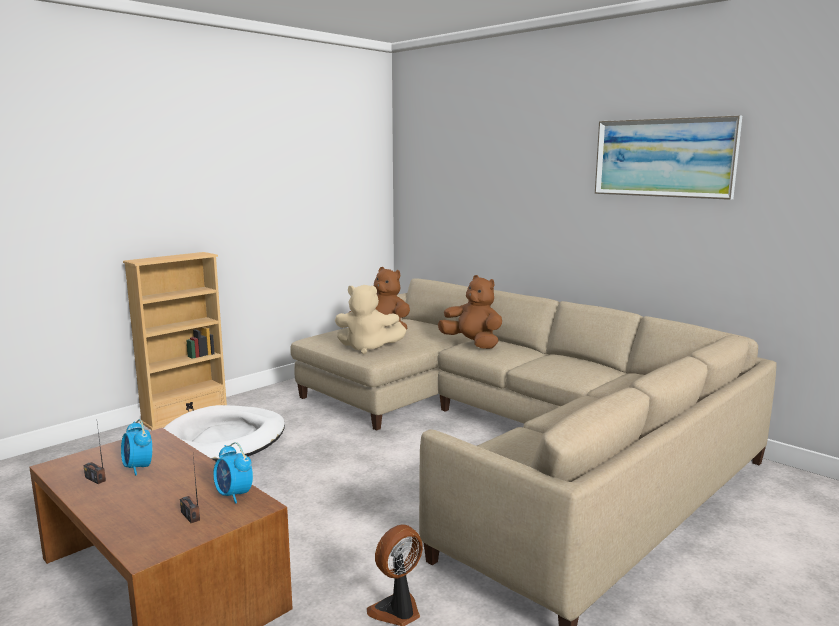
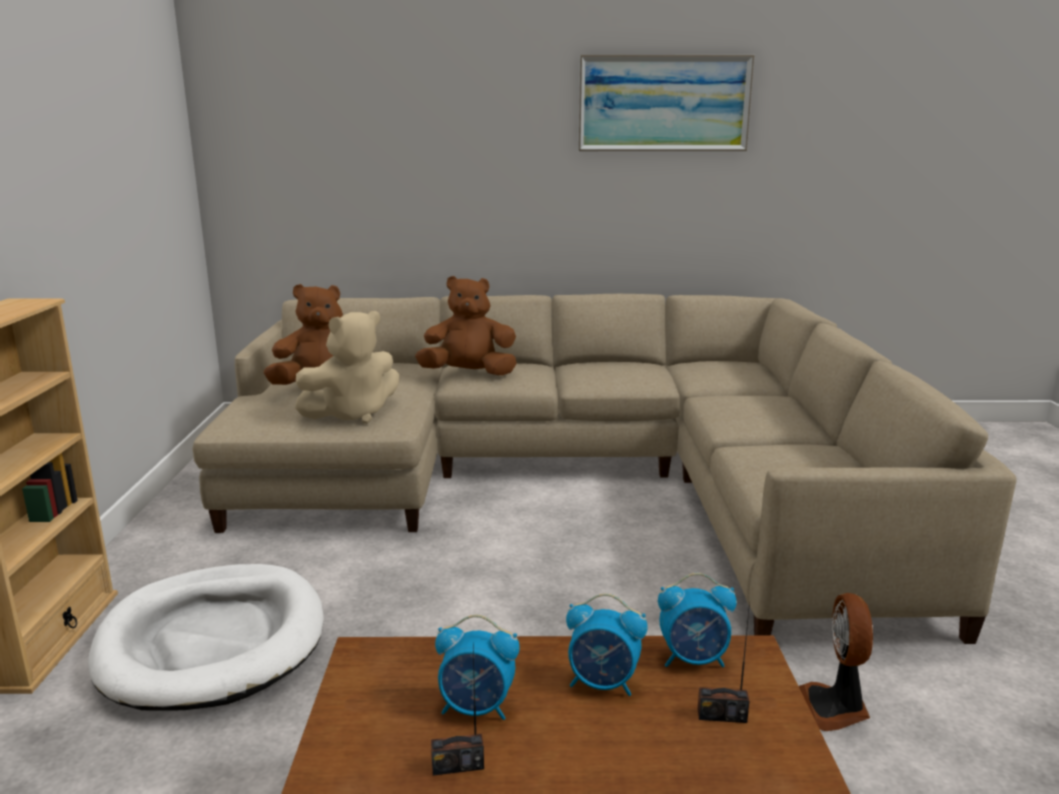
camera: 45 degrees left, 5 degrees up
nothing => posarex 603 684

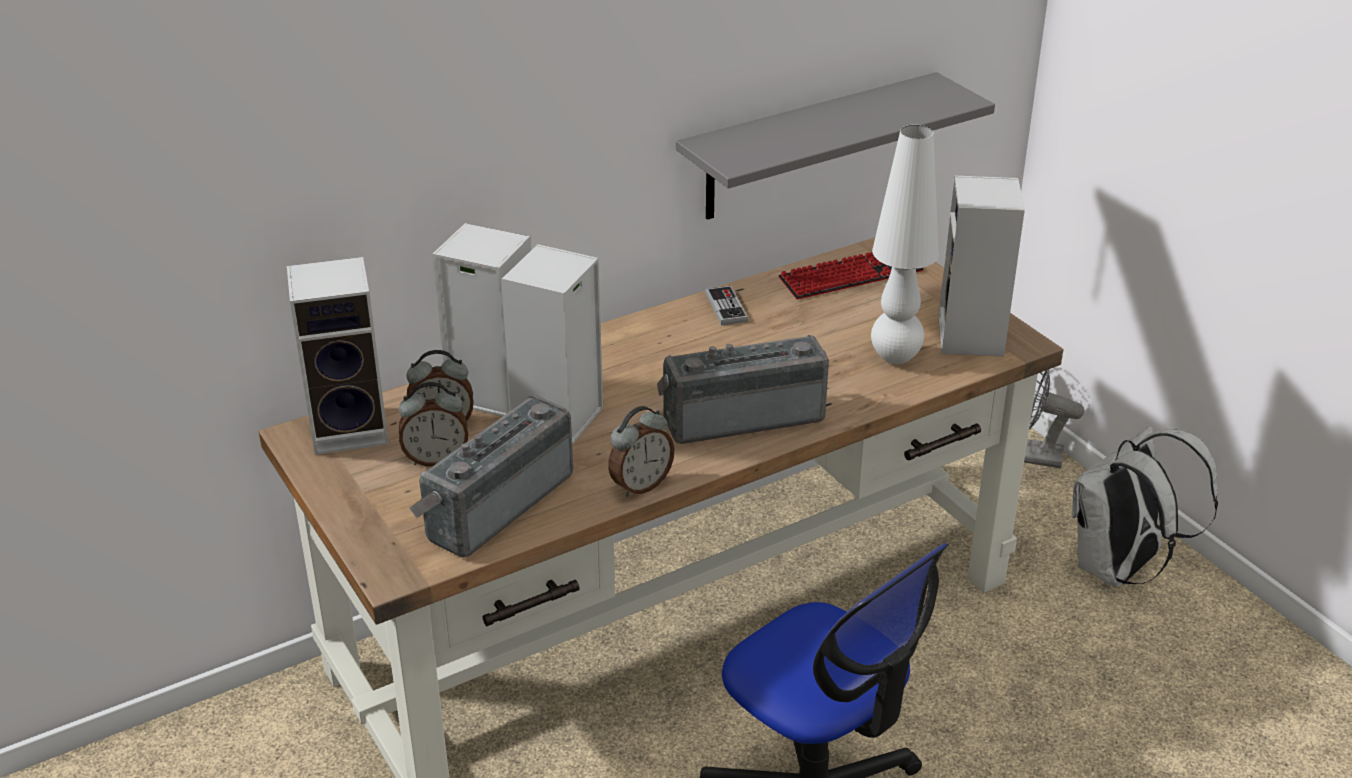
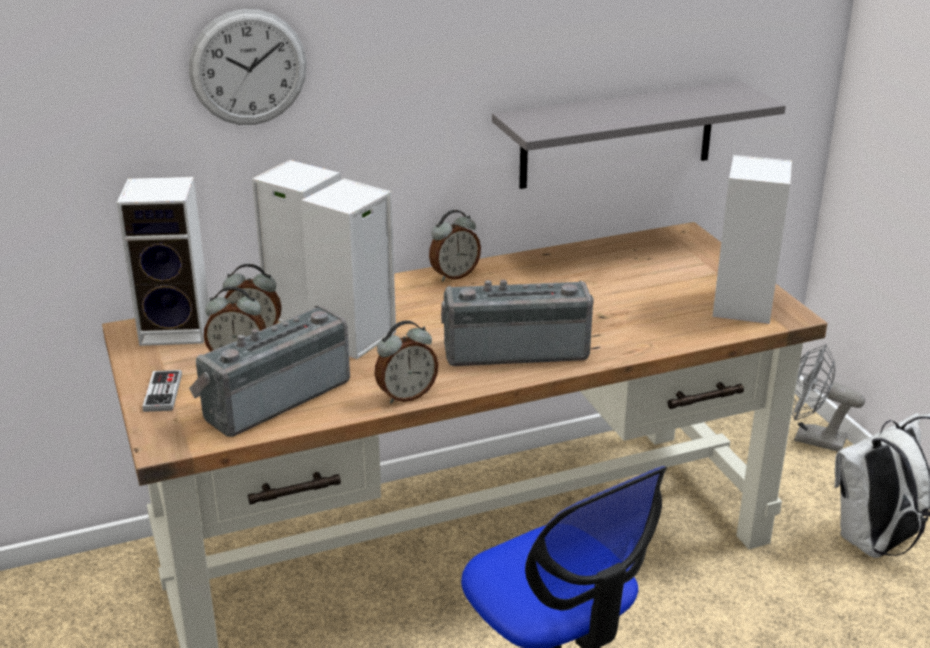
camera: 10 degrees right, 5 degrees down
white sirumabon 894 357 => nothing
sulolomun 851 276 => nothing
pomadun 726 307 => pomadun 163 393, moved
nothing => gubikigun 248 68
nothing => posarex 454 275

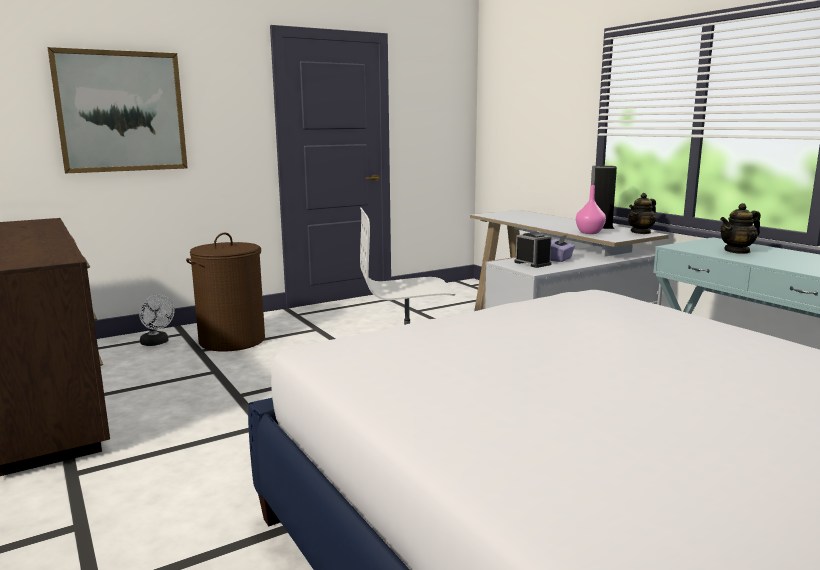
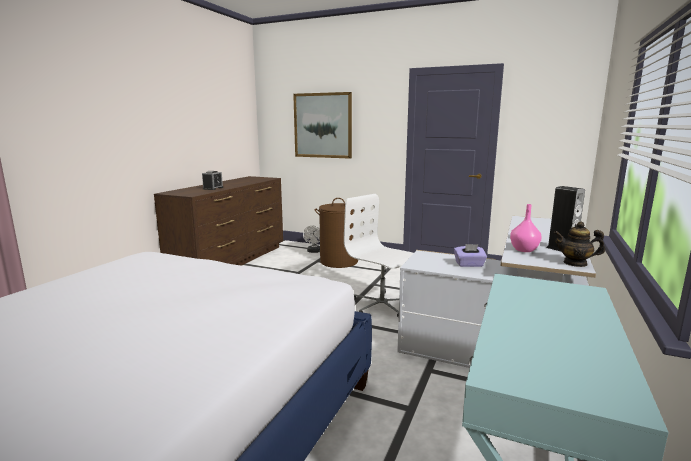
camera: 55 degrees right, 0 degrees up
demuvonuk 737 251 => nothing
posarex 532 263 => posarex 213 188, moved

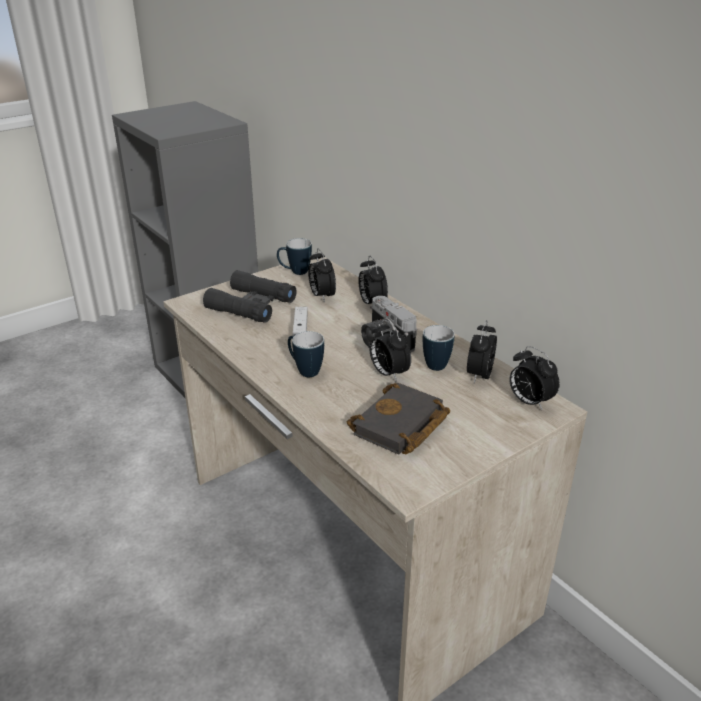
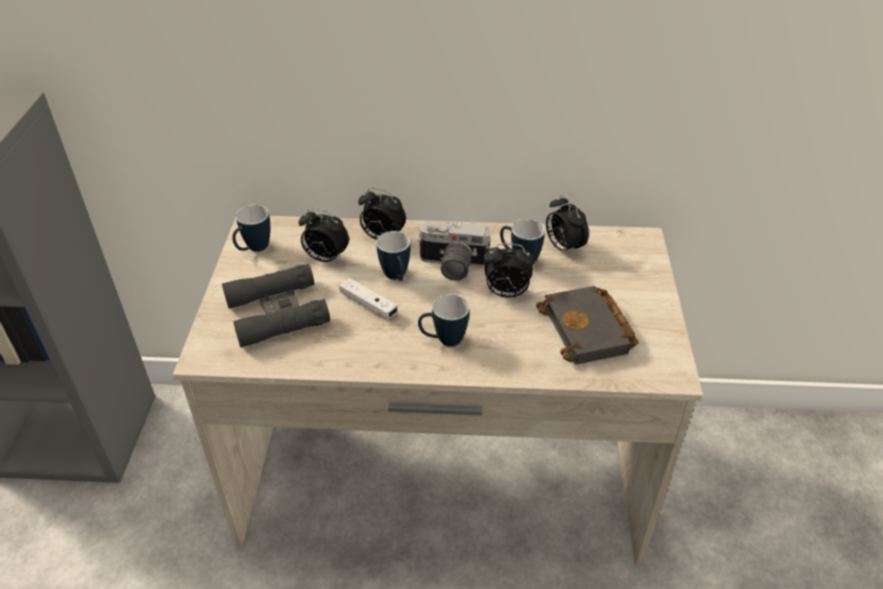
camera: 50 degrees left, 10 degrees up
posarex 529 402 => nothing
nothing => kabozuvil 396 278

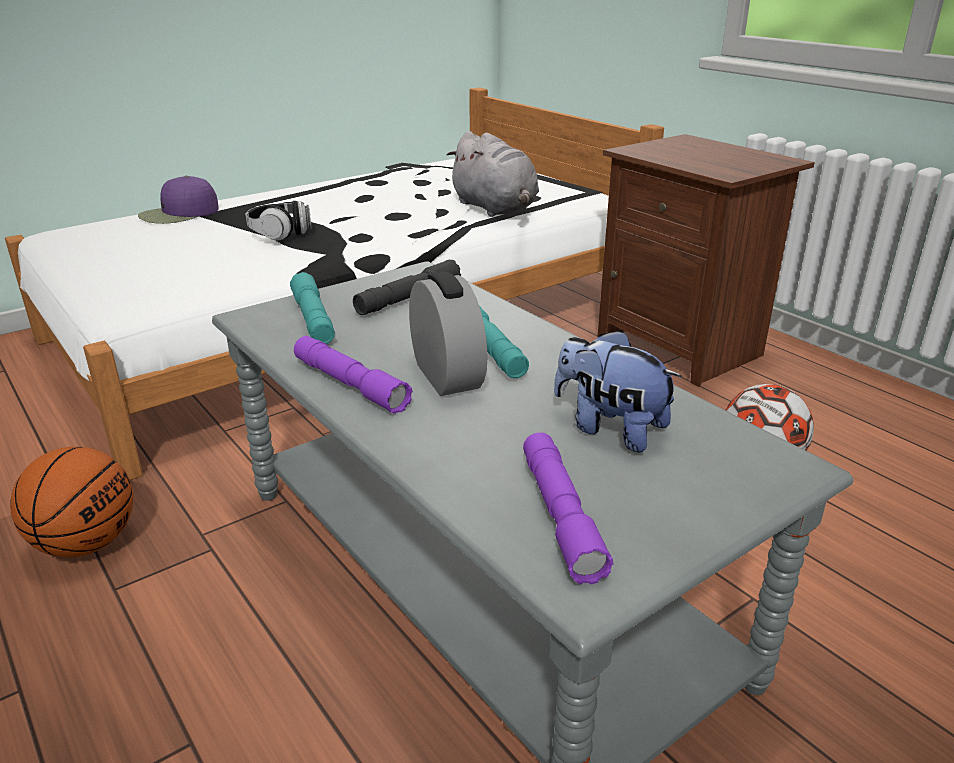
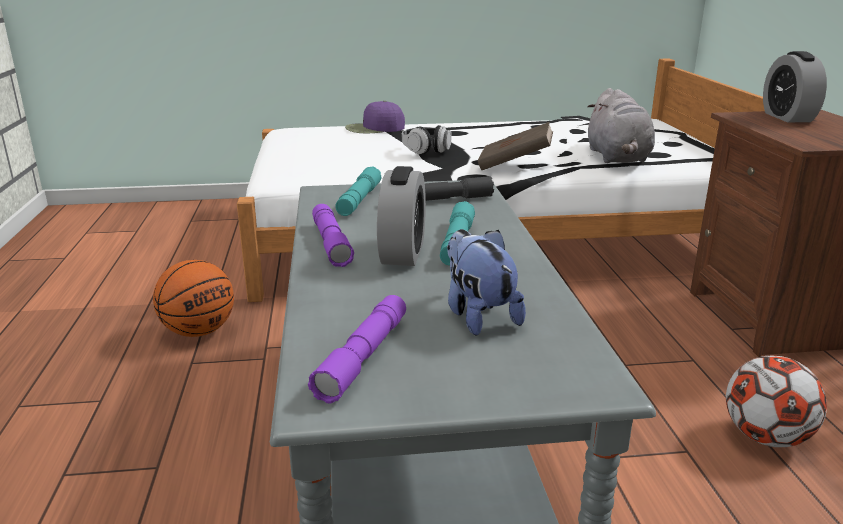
camera: 30 degrees right, 5 degrees down
nothing => posarex 787 117
nothing => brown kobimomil 514 165

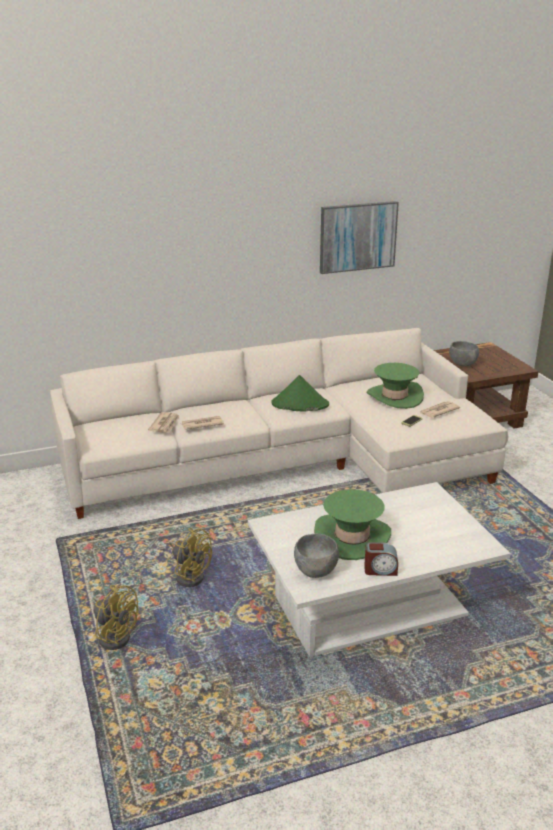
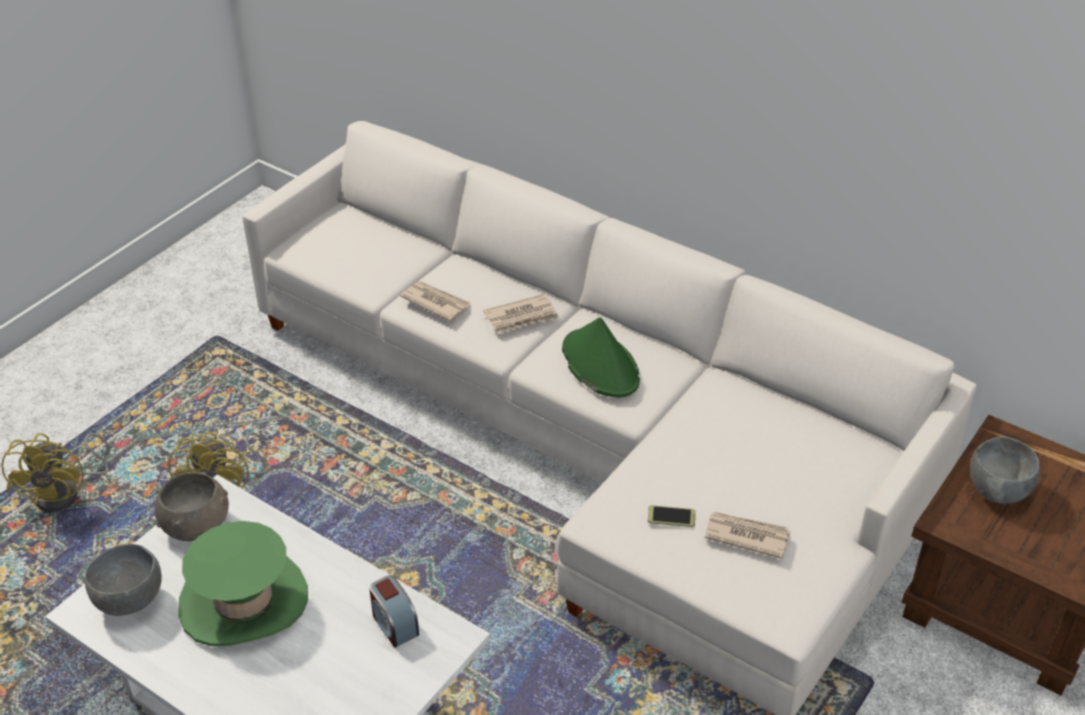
camera: 55 degrees right, 15 degrees up
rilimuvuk 357 237 => nothing
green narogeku 394 397 => nothing
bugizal 165 424 => bugizal 522 317, moved
posarex 380 570 => posarex 394 624, moved
nothing => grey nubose 197 524

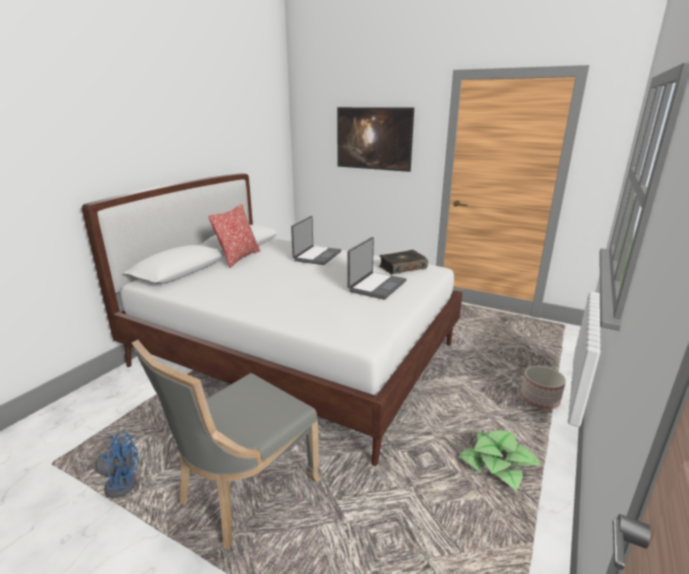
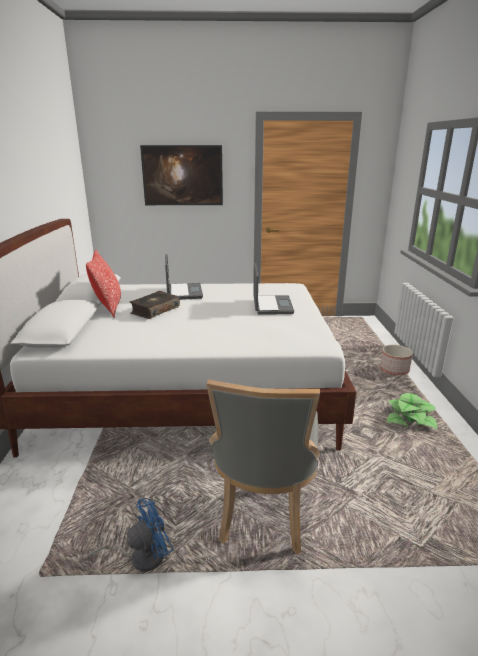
camera: 30 degrees left, 0 degrees up
kobimomil 402 267 => kobimomil 154 310, moved

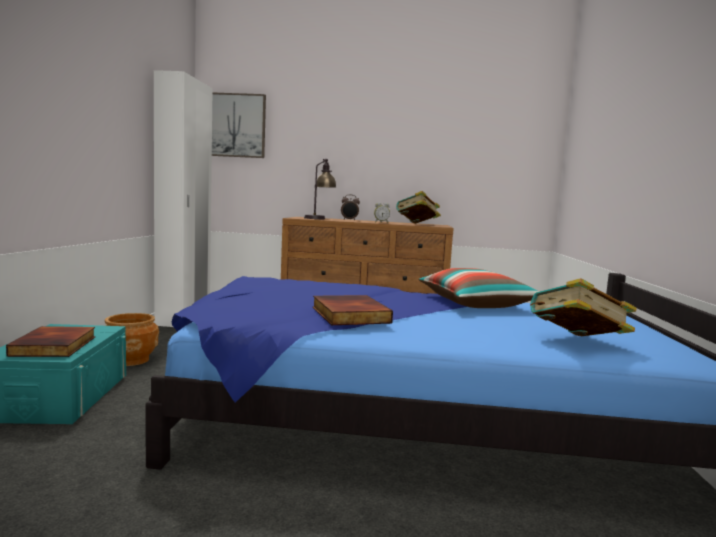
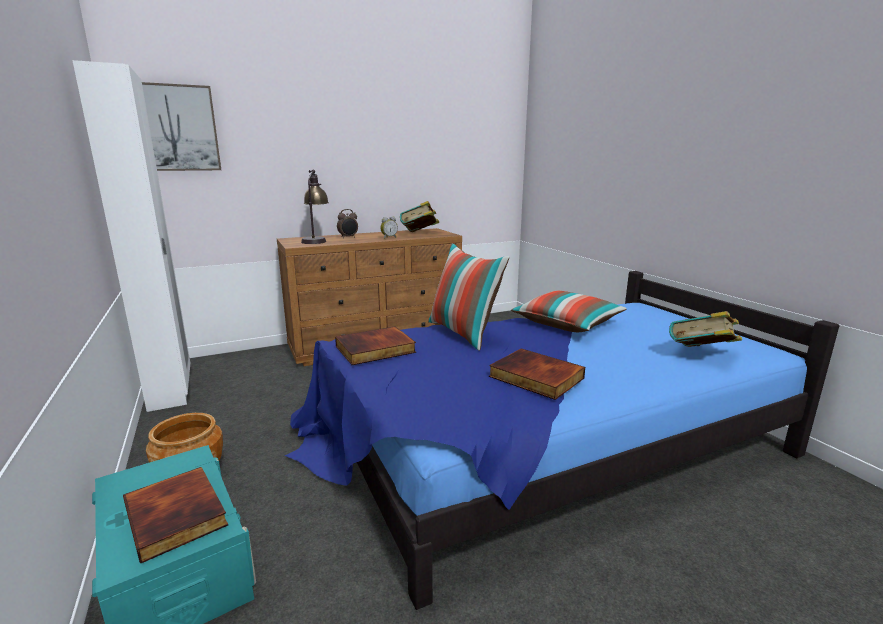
camera: 30 degrees left, 10 degrees up
nothing => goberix 464 333
nothing => kobimomil 375 350

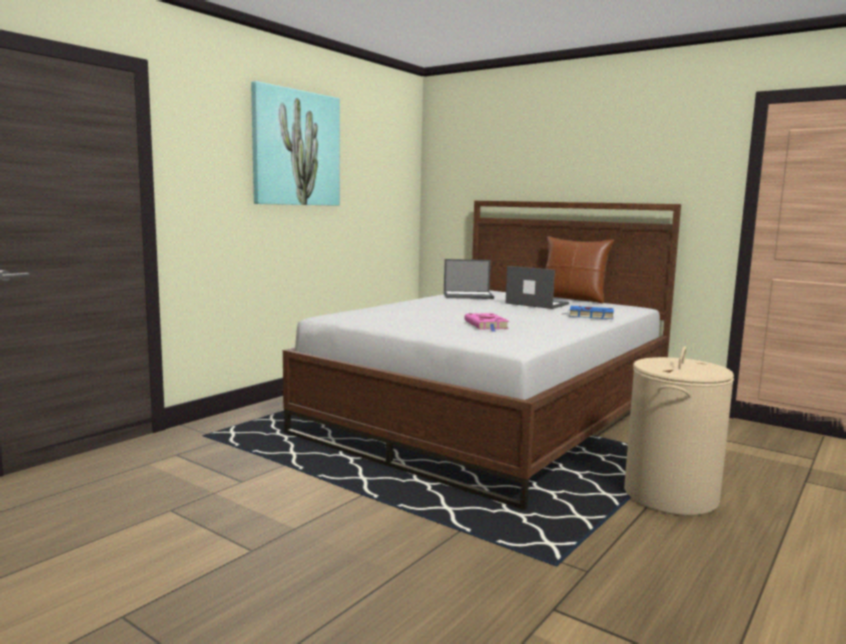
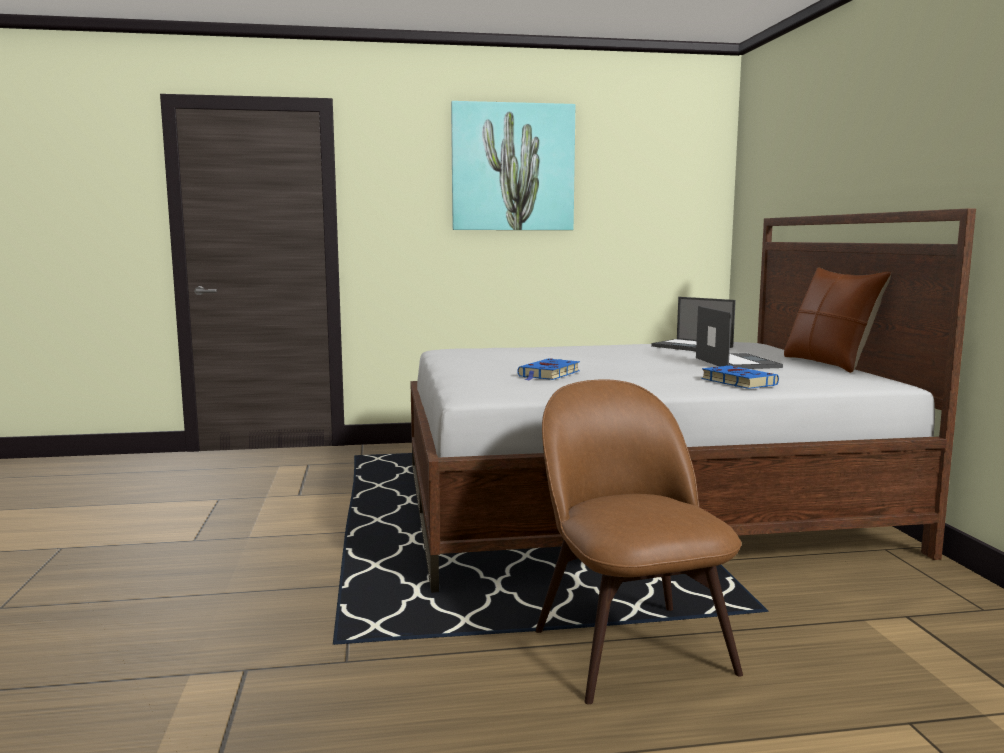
camera: 45 degrees right, 0 degrees up
pink kobimomil 486 325 => blue kobimomil 548 374
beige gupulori 670 495 => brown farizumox 629 646

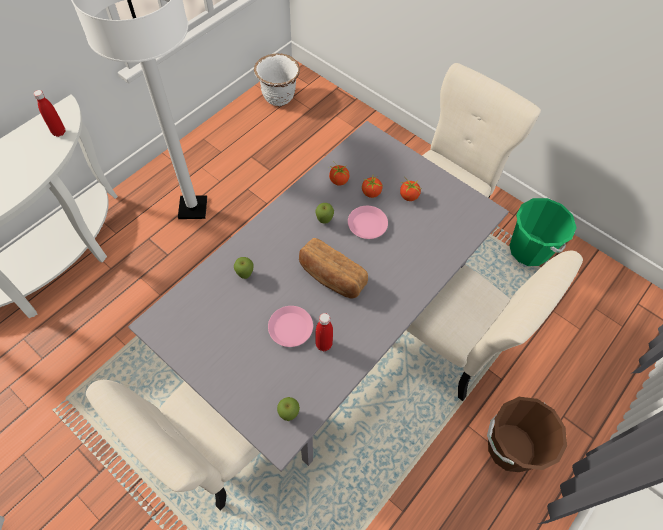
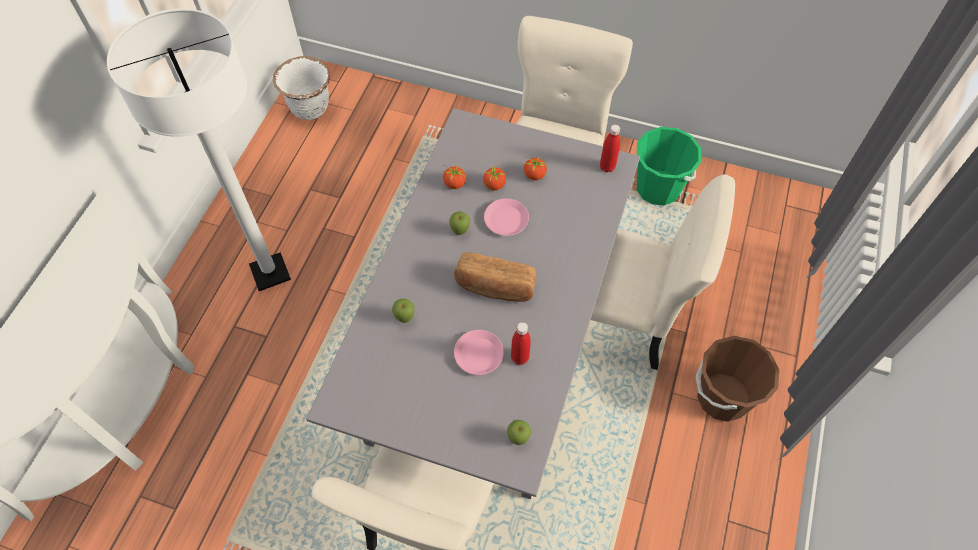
camera: 20 degrees left, 0 degrees up
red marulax 59 132 => red marulax 607 167, moved

